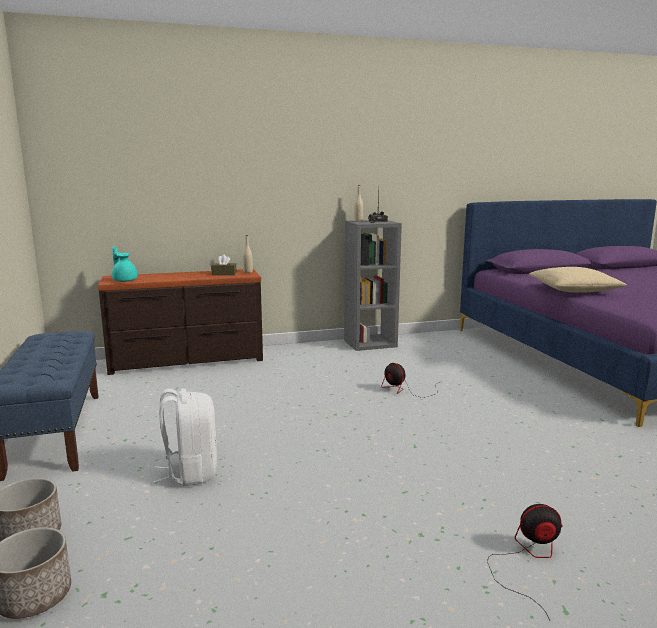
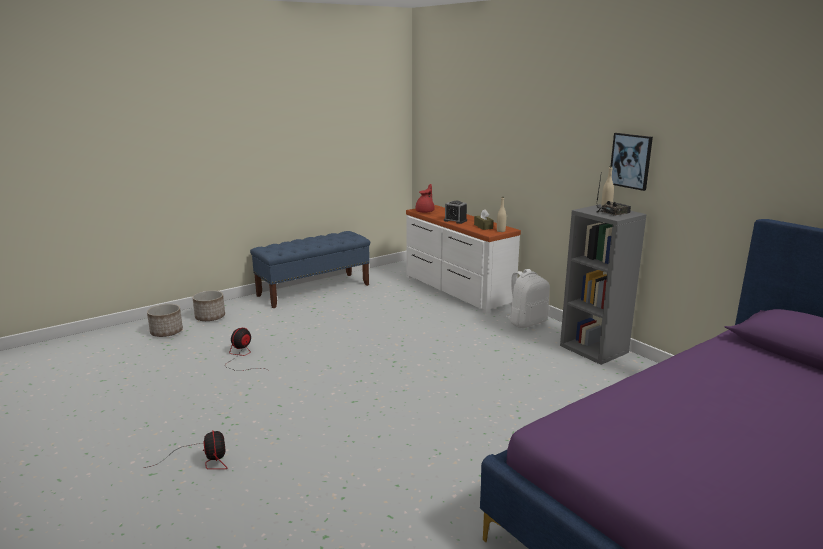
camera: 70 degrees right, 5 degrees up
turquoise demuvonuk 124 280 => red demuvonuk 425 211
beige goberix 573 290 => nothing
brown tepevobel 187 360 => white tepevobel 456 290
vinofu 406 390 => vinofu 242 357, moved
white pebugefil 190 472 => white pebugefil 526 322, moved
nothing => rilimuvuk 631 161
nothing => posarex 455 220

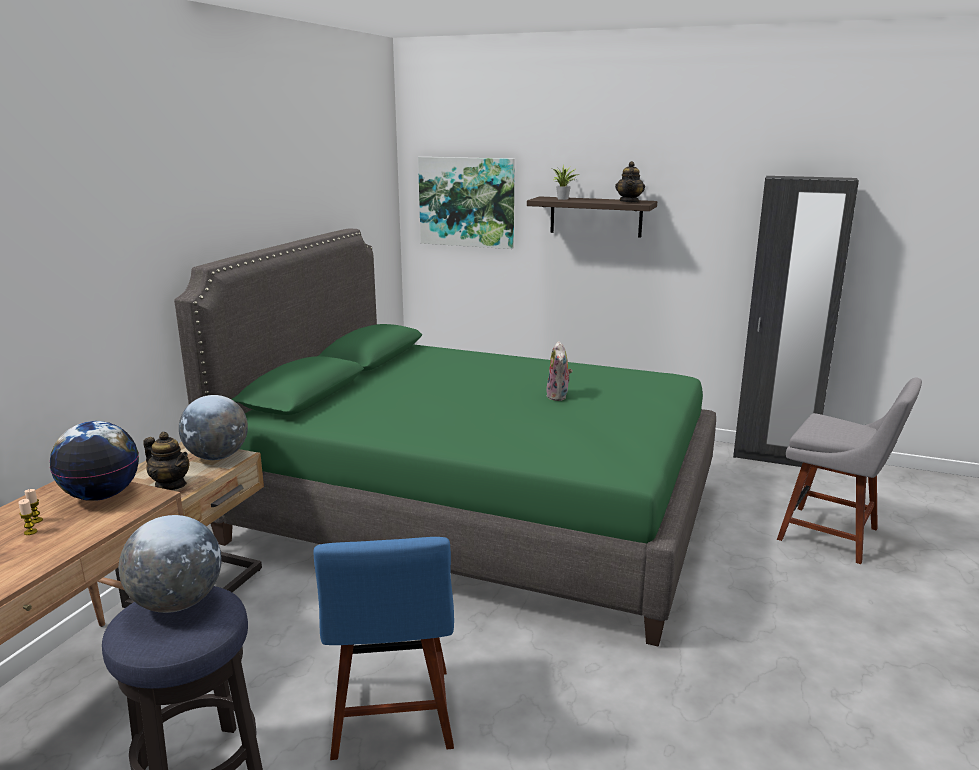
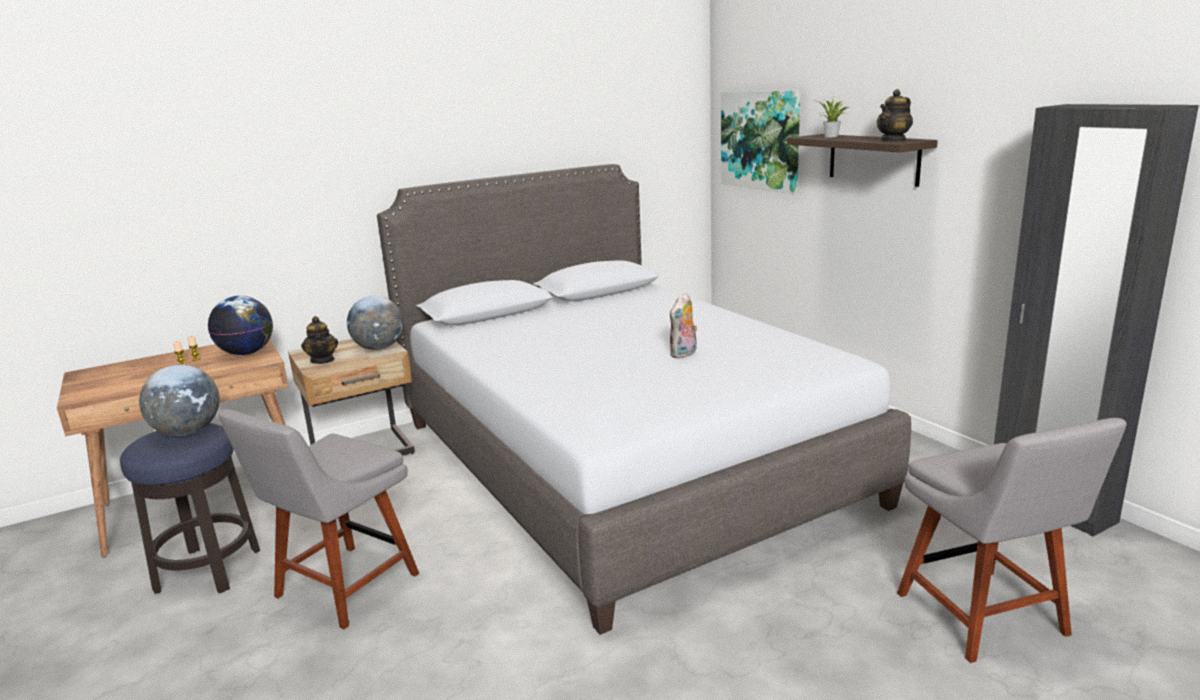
camera: 40 degrees right, 0 degrees up
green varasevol 476 513 => grey varasevol 621 461
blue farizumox 392 718 => grey farizumox 341 589

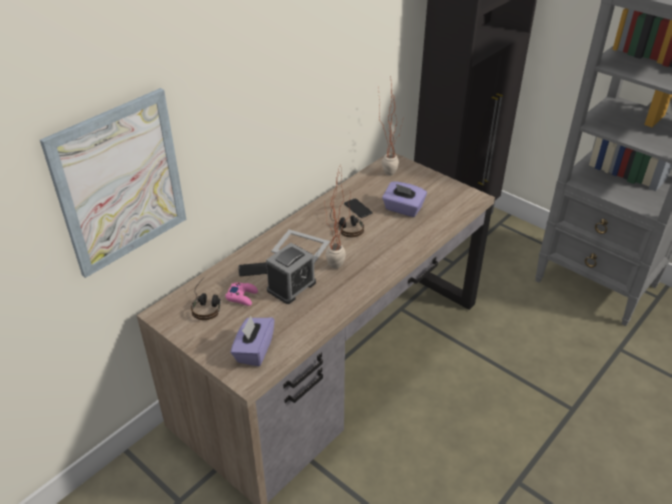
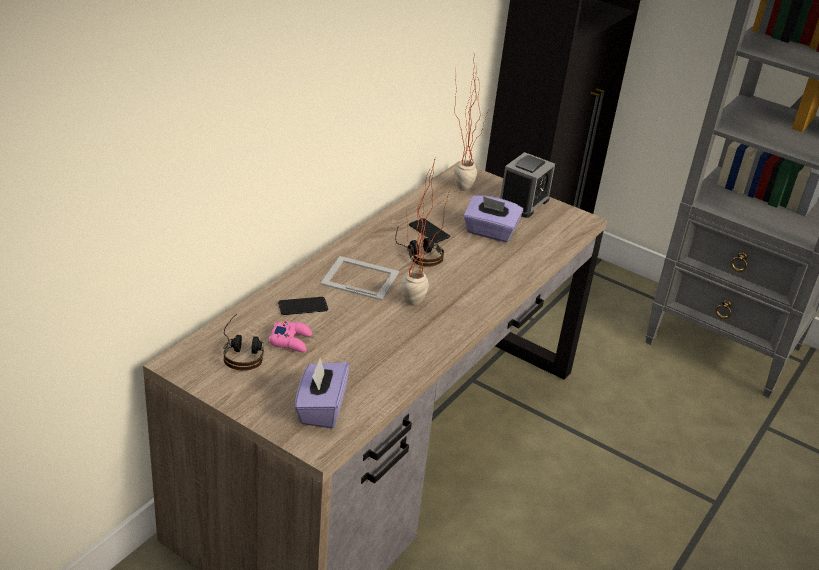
camera: 10 degrees left, 5 degrees down
rilimuvuk 120 183 => nothing
posarex 291 286 => posarex 523 203, moved

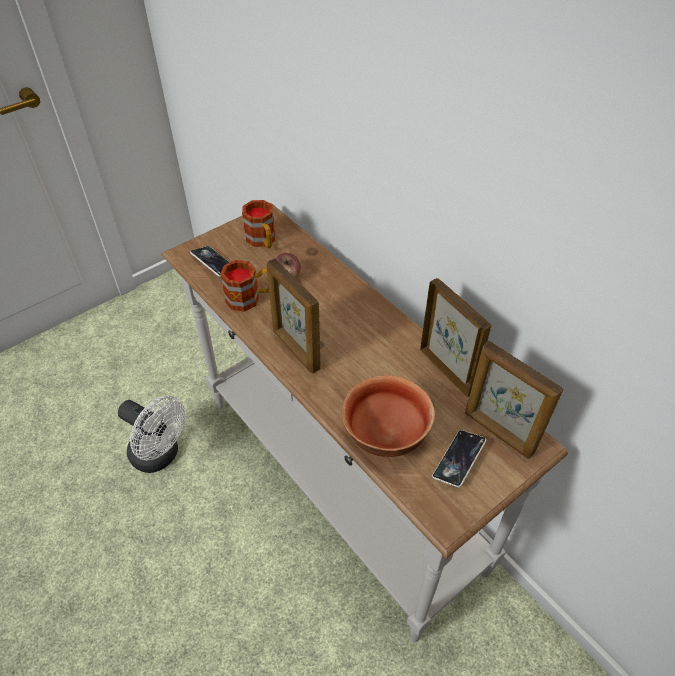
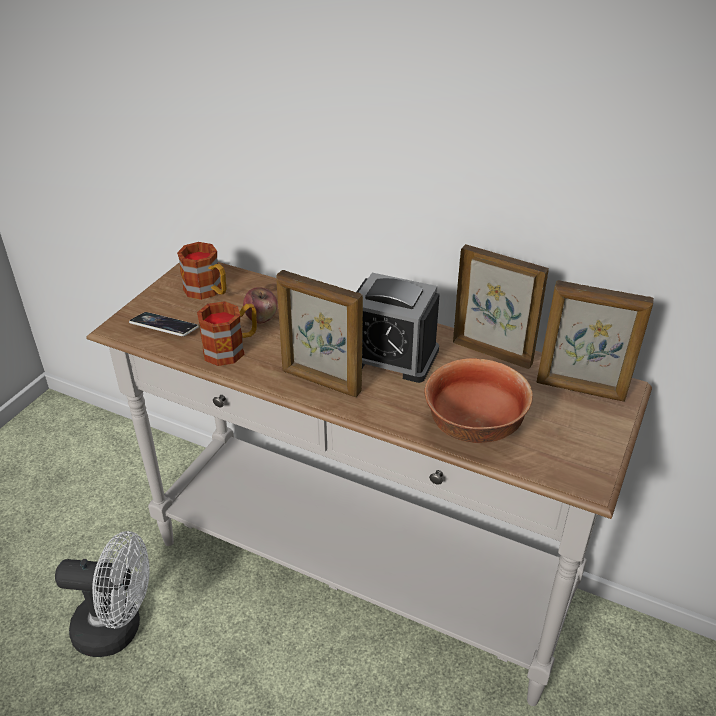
camera: 25 degrees left, 10 degrees down
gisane 458 460 => nothing
nothing => posarex 392 356

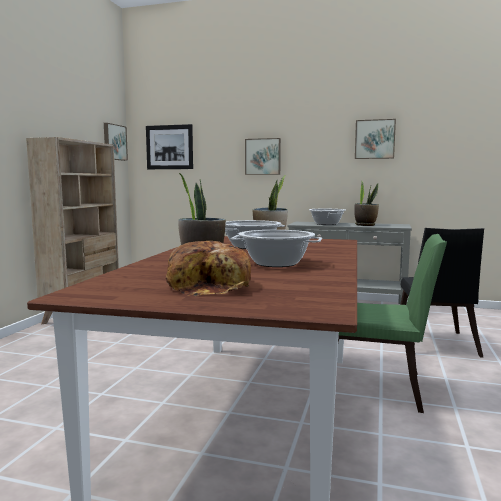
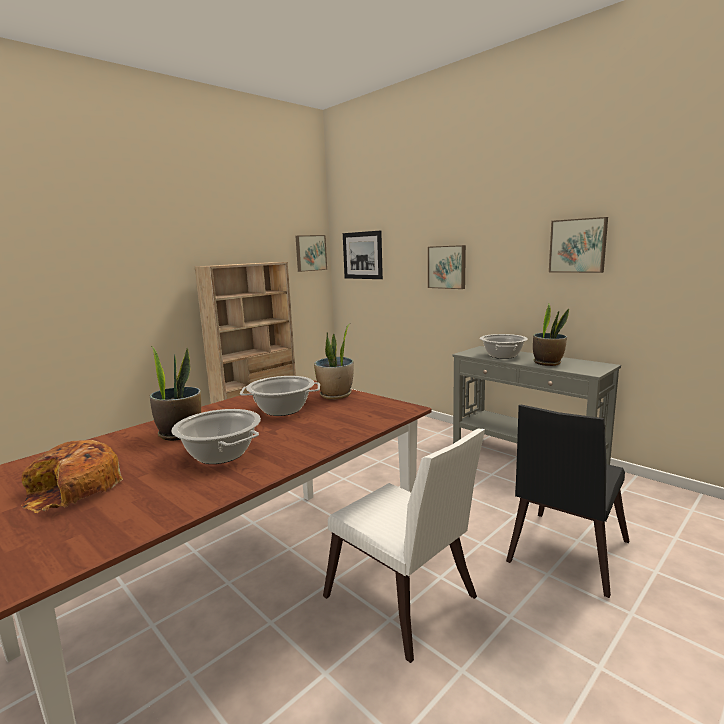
camera: 30 degrees right, 5 degrees up
green farizumox 379 388 => white farizumox 405 604

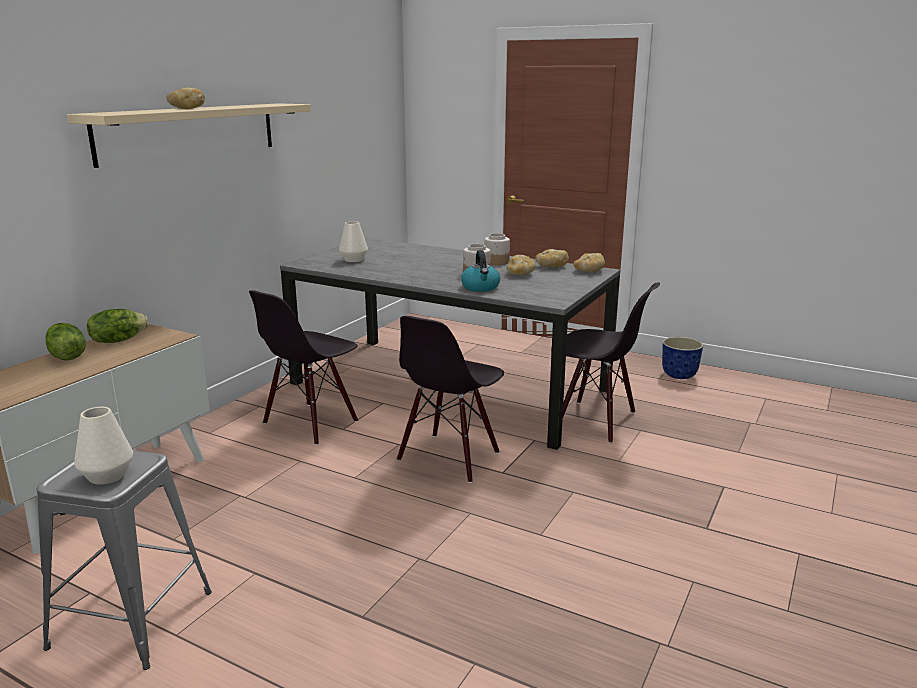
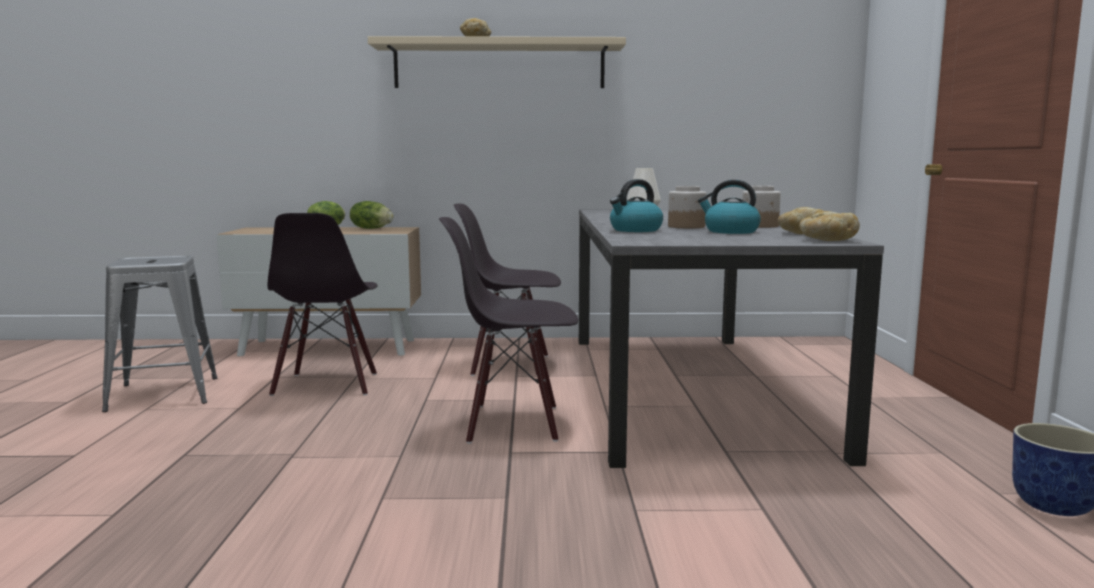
camera: 60 degrees right, 10 degrees down
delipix 520 274 => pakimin 730 231
black farizumox 595 421 => black farizumox 327 385, moved
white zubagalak 107 475 => nothing

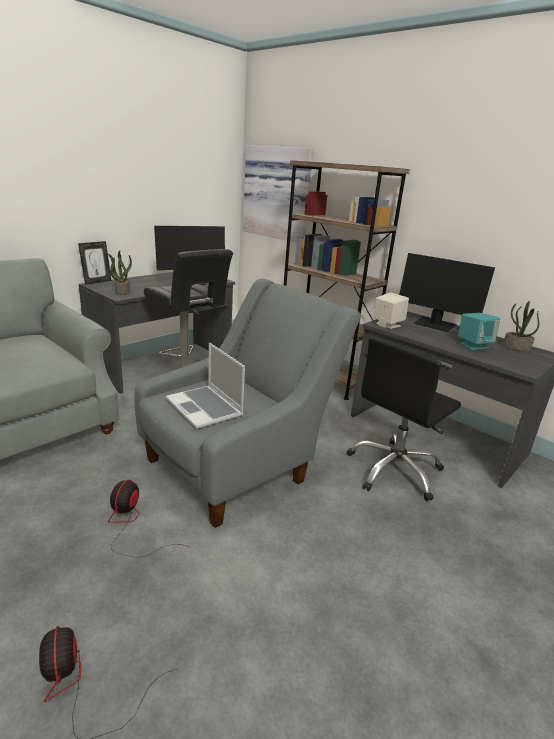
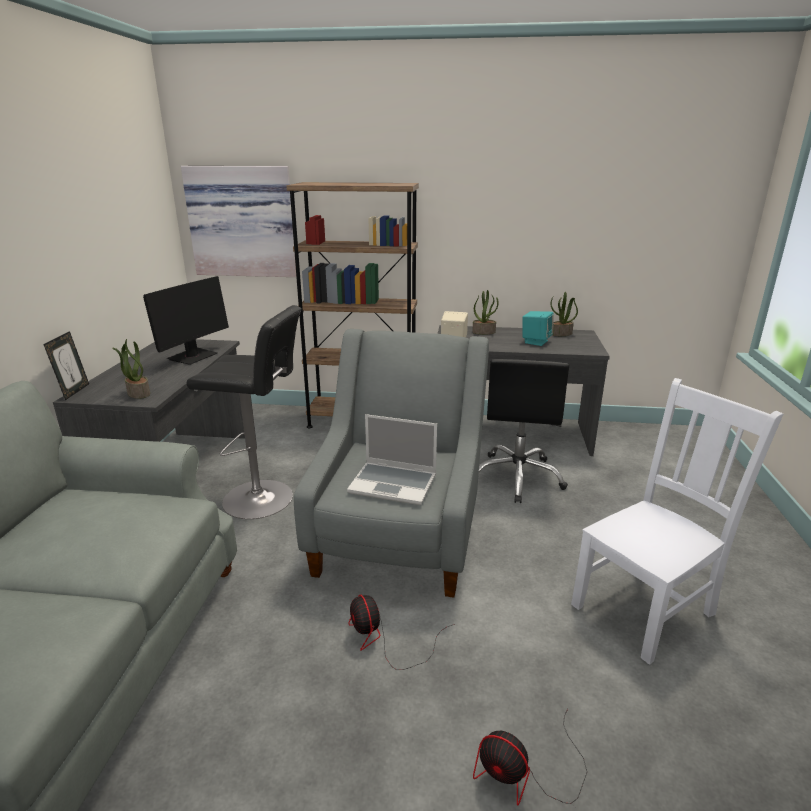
camera: 35 degrees left, 0 degrees up
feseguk 434 325 => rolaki 484 332
nothing => white farizumox 646 607

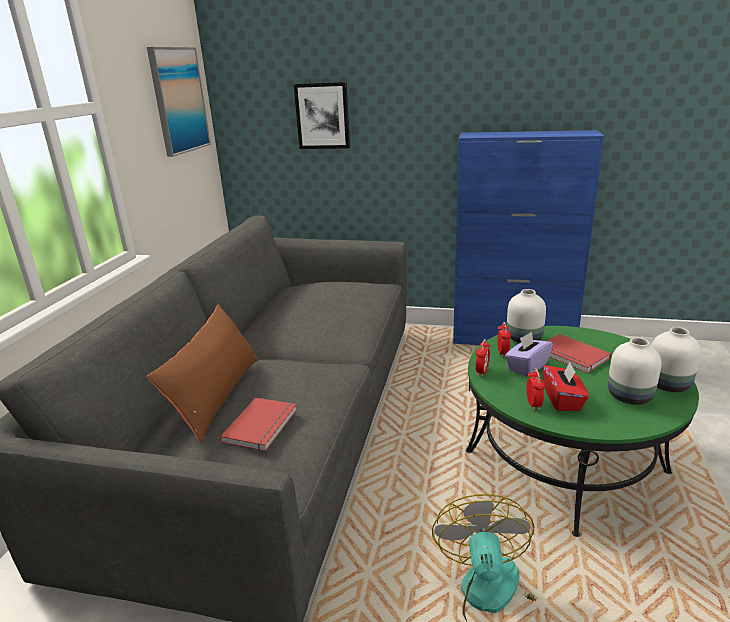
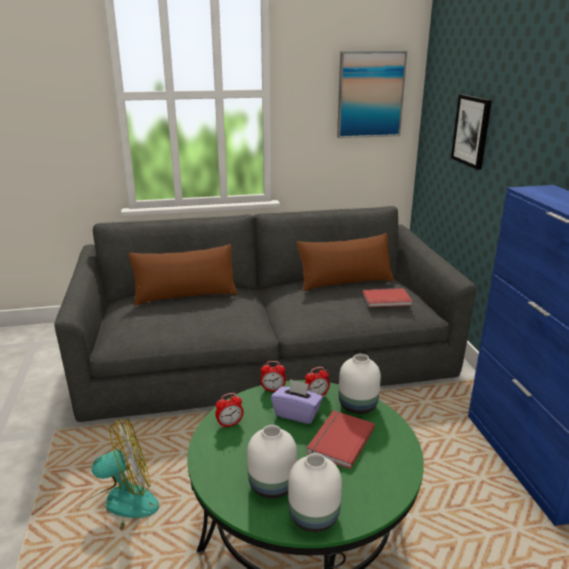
camera: 65 degrees right, 0 degrees up
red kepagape 563 400 => nothing
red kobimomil 263 426 => red kobimomil 387 300, moved
nothing => brown goberix 345 281

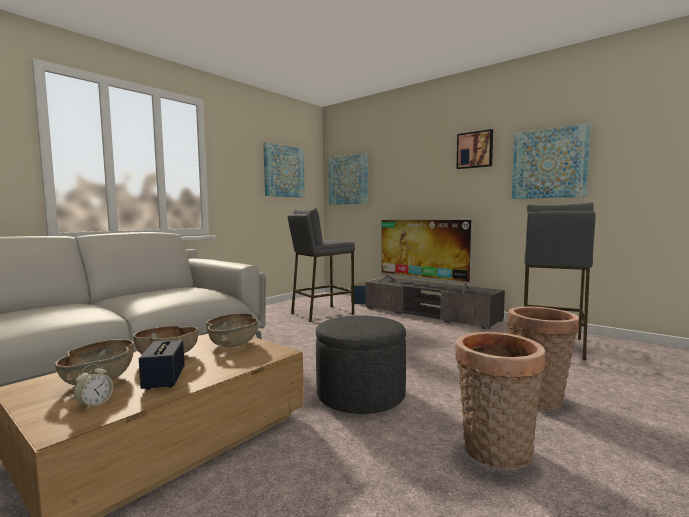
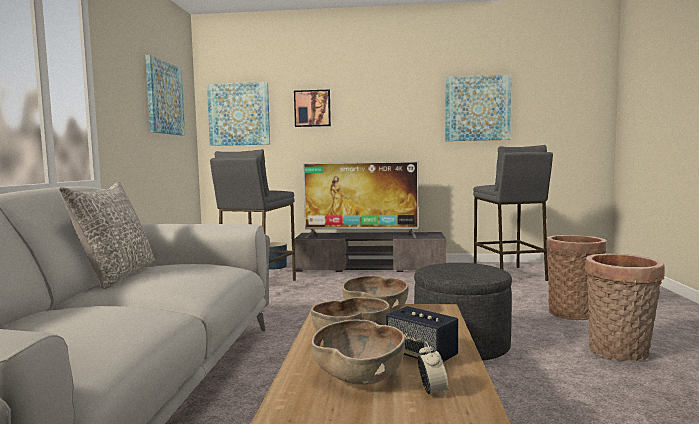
camera: 35 degrees left, 0 degrees up
rilimuvuk 475 150 => rilimuvuk 312 108, moved
nothing => grey goberix 117 276

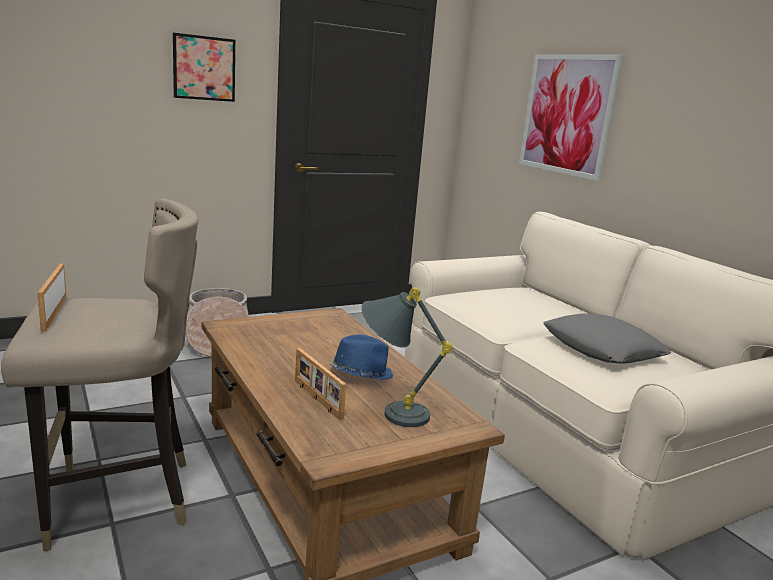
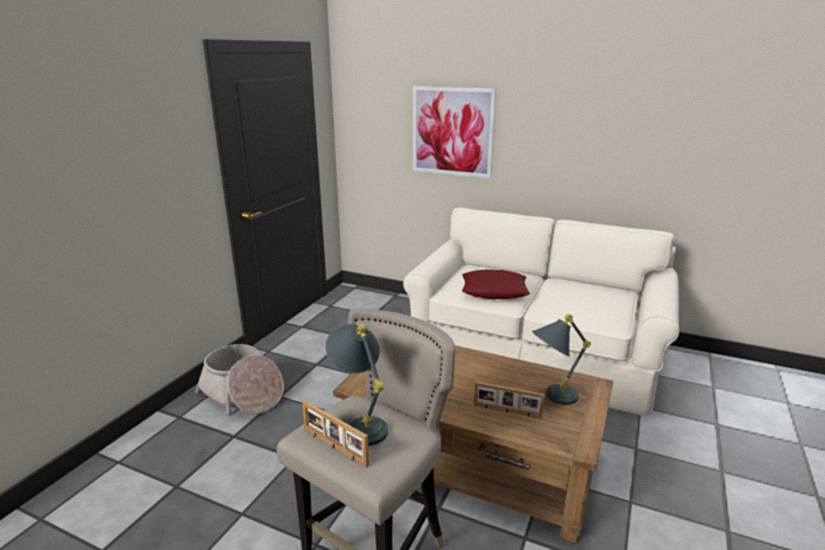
camera: 35 degrees left, 5 degrees up
rilimuvuk 204 68 => nothing
grey goberix 602 348 => nothing
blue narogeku 360 374 => nothing
nothing => red goberix 494 291
nothing => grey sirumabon 361 423

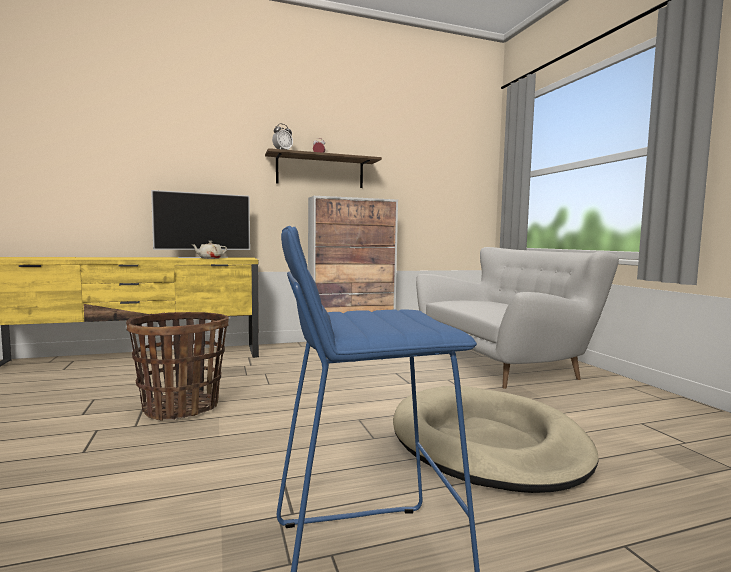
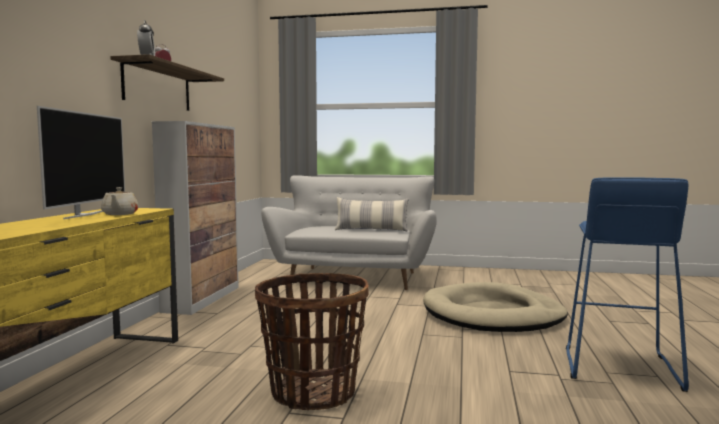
camera: 60 degrees left, 0 degrees up
nothing => goberix 371 230

